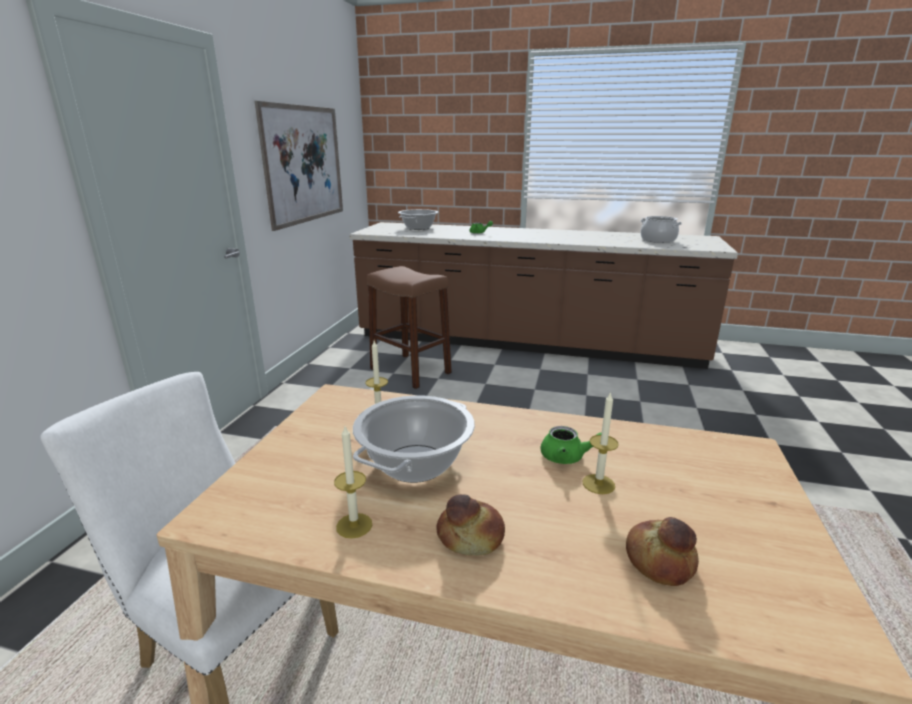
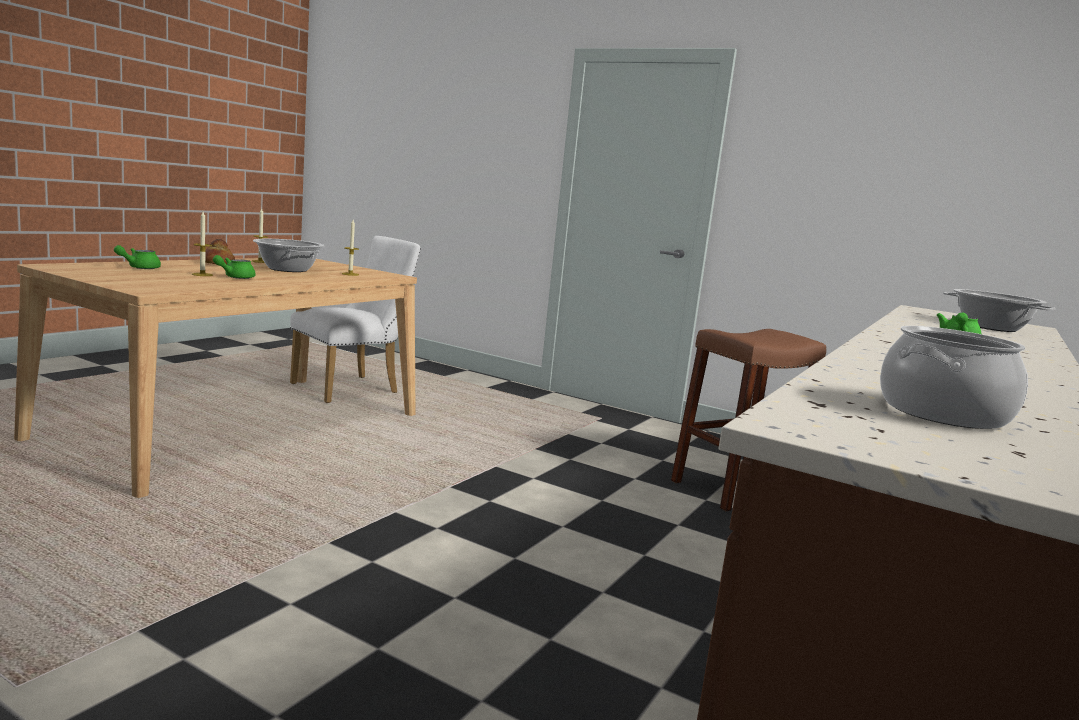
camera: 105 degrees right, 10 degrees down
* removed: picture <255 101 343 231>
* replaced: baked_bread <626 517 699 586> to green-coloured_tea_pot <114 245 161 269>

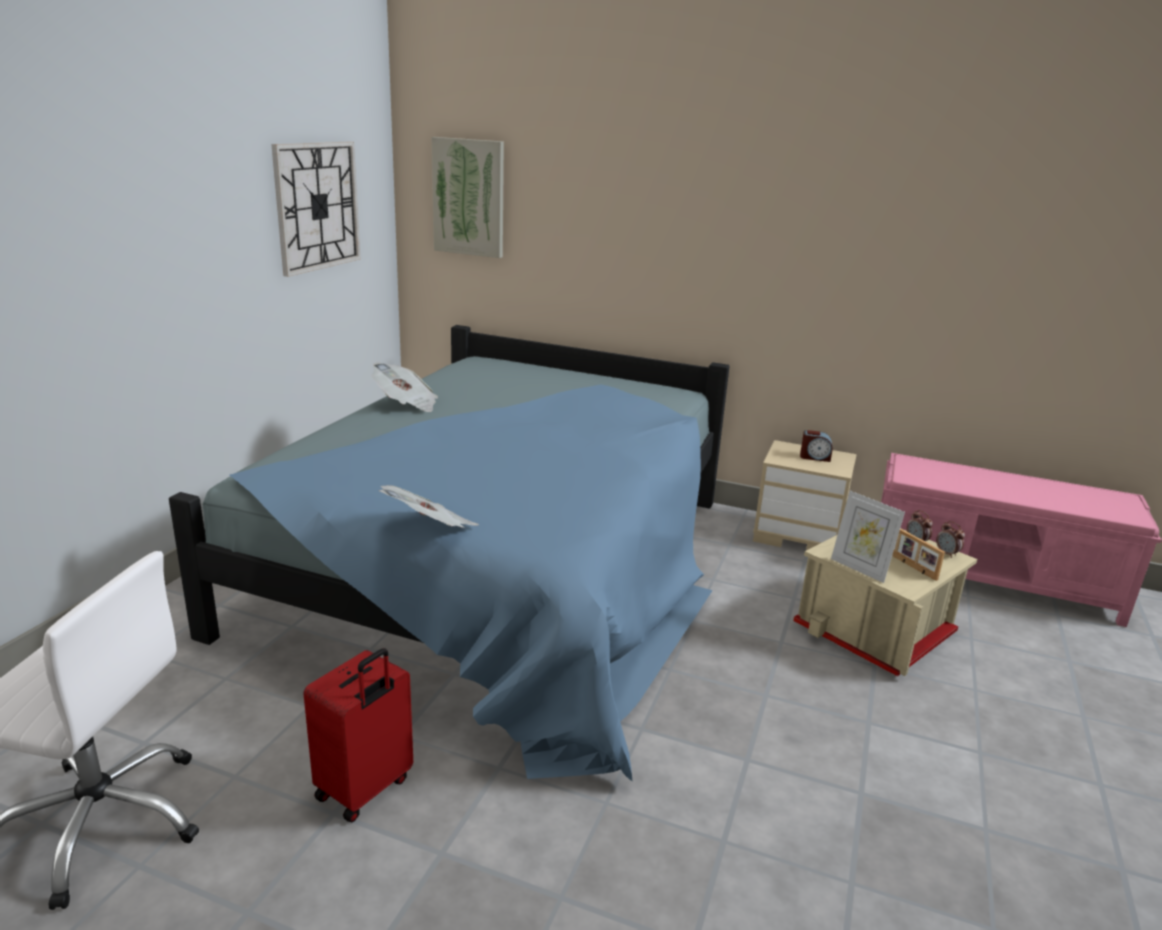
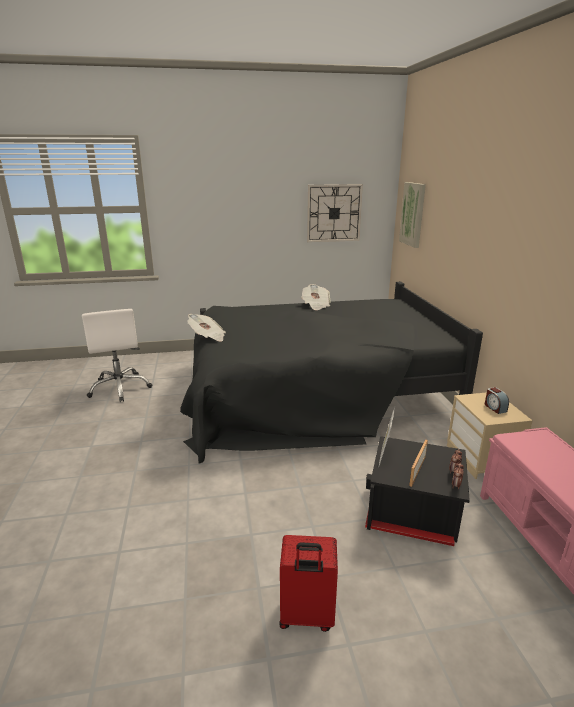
camera: 60 degrees right, 0 degrees up
* recoloured: blue-coloured_sleeping_bed <169 325 730 782> to black_sleeping_bed <180 282 483 463>
* moved: red-coloured_piece_of_luggage <303 648 413 823> to <279 535 338 632>
* recoloured: sand-coloured_storage_bin <793 528 978 676> to black_storage_bin <365 436 470 546>

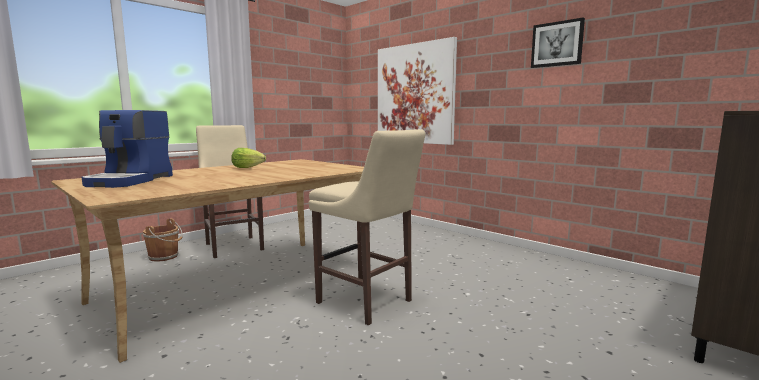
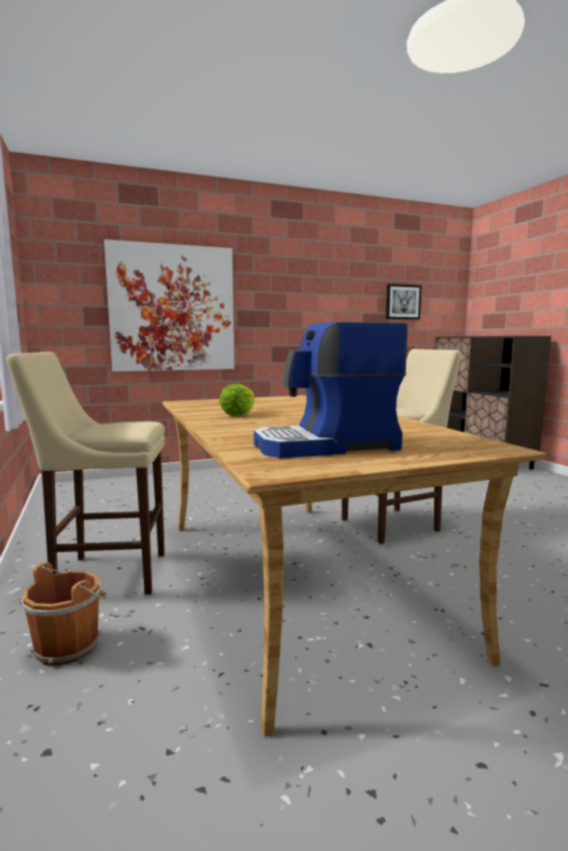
camera: 65 degrees left, 0 degrees up
* turned: coffee_machine <82 110 173 188> = <254 322 408 458> 135 degrees clockwise
* moved: picture <531 17 585 68> to <386 284 422 320>

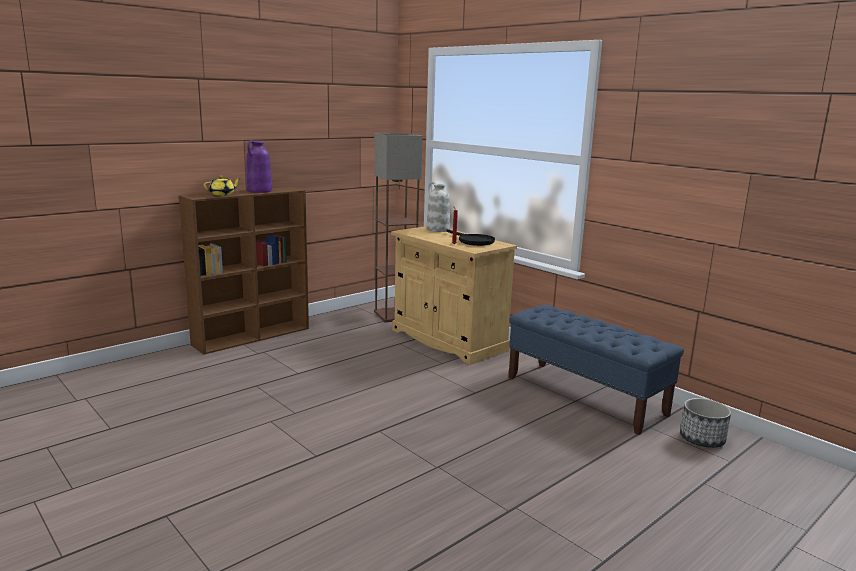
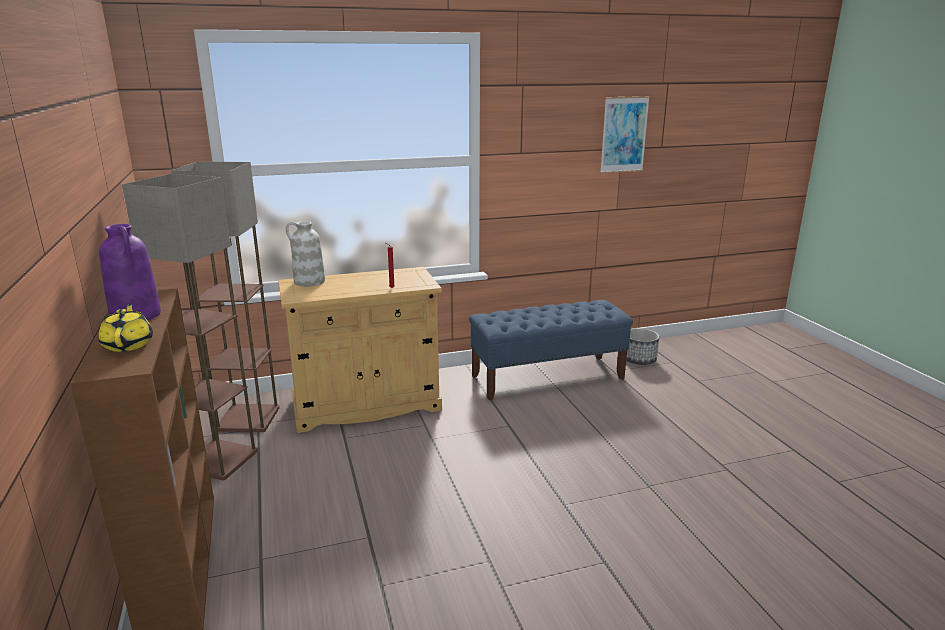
camera: 65 degrees left, 5 degrees up
* removed: black_frying_pan <446 229 495 246>
* added: floor_lamp <122 174 258 480>
* added: picture <600 96 650 173>

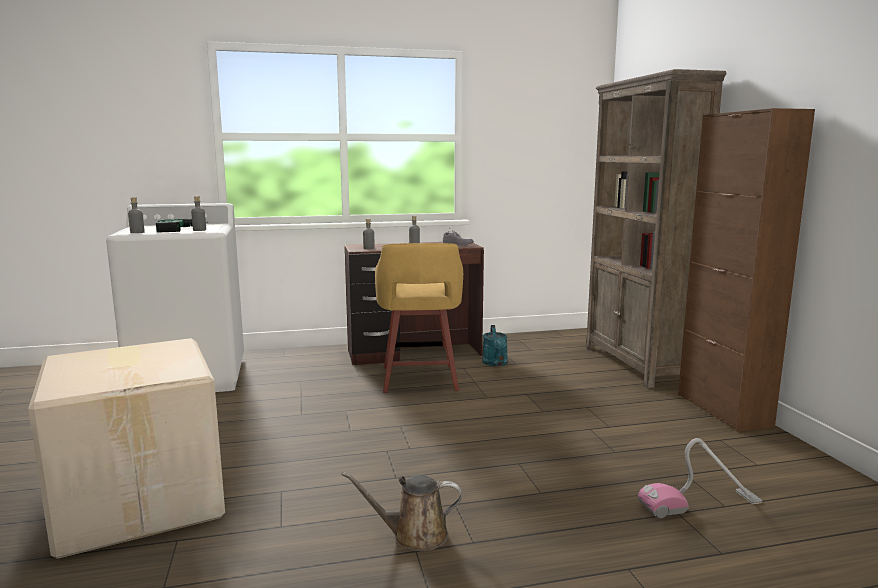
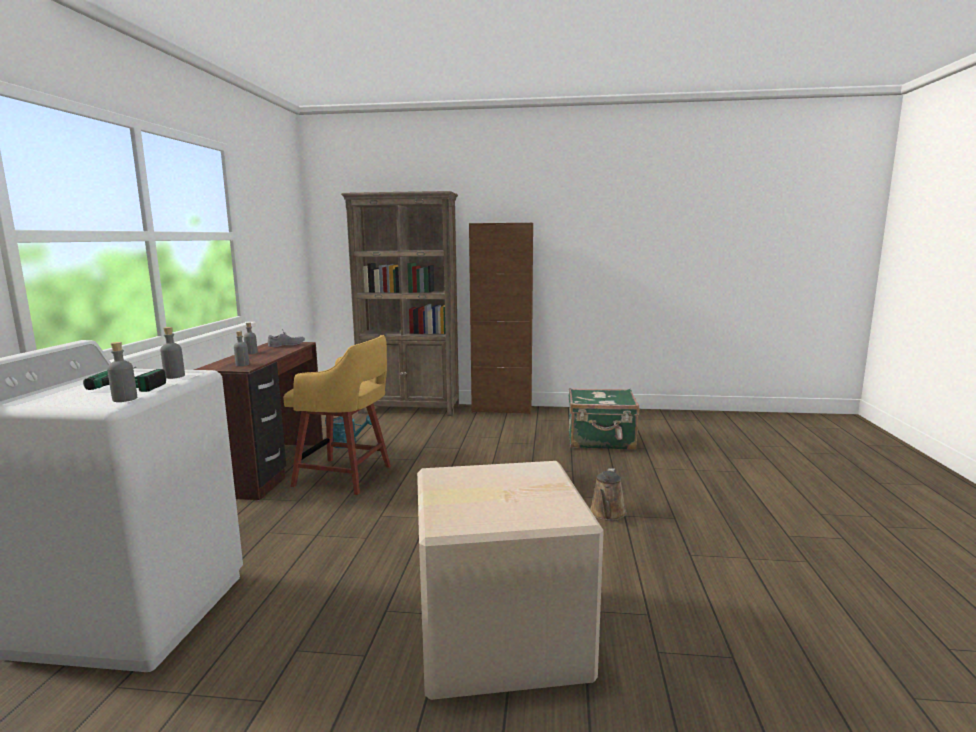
camera: 70 degrees left, 0 degrees up
* replaced: hoover <638 438 762 518> to green-coloured_piece_of_luggage <569 388 639 450>

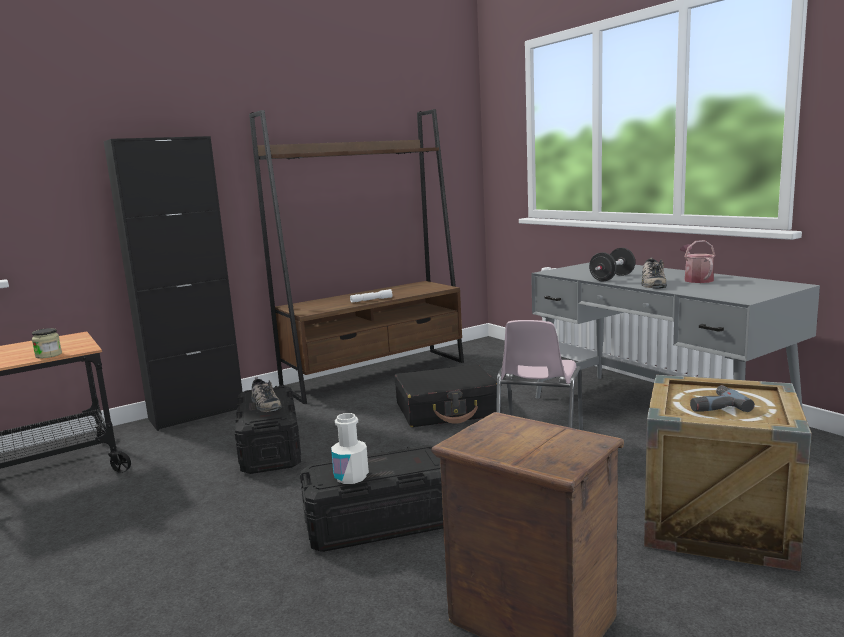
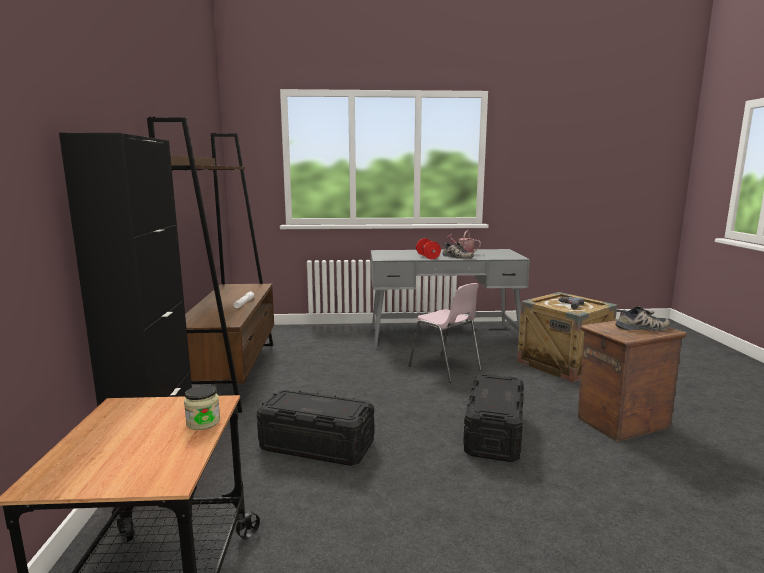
camera: 60 degrees left, 0 degrees up
* moved: shoe <252 377 282 412> to <616 306 670 331>
* removed: whitish_beverage_bottle <331 413 369 484>
* removed: black_piece_of_luggage <394 364 497 427>
* recoloured: black_free_weight <589 248 635 282> to red-coloured_free_weight <416 238 441 259>

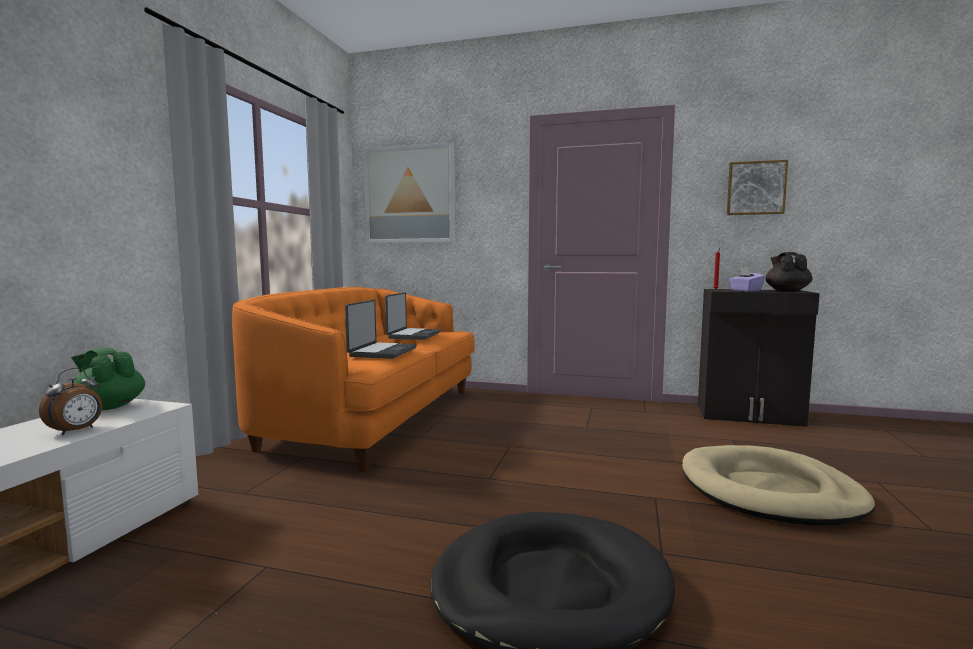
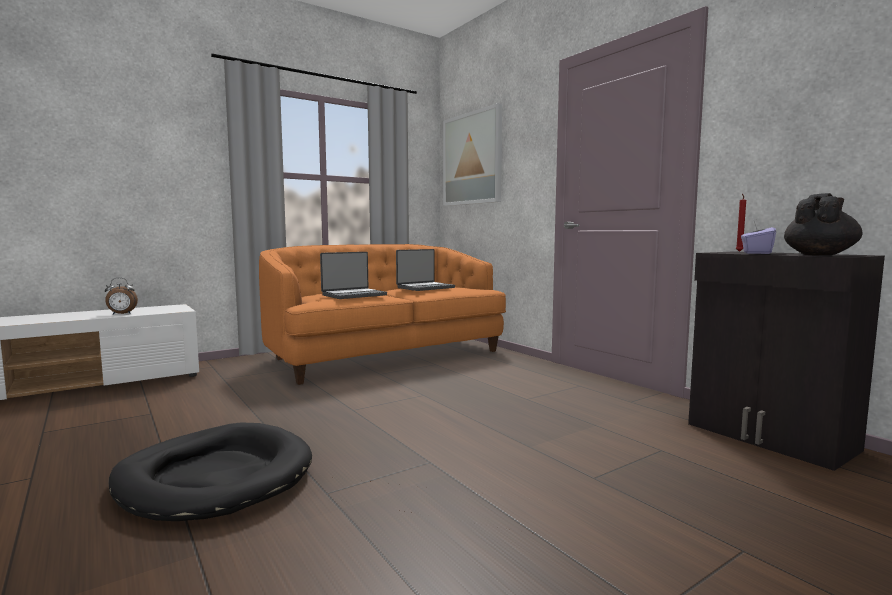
camera: 40 degrees right, 0 degrees up
* removed: green-coloured_tea_pot <71 347 145 410>
* removed: sand-coloured_dog_bed <682 445 875 525>
* removed: picture <727 160 788 215>

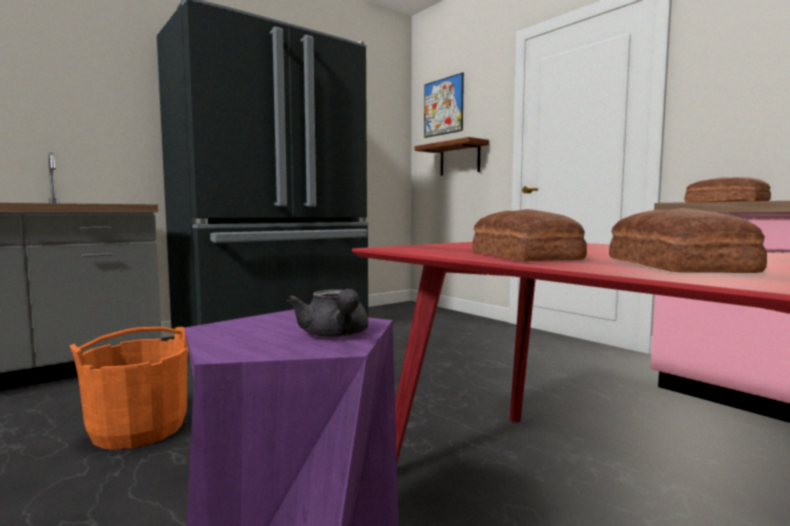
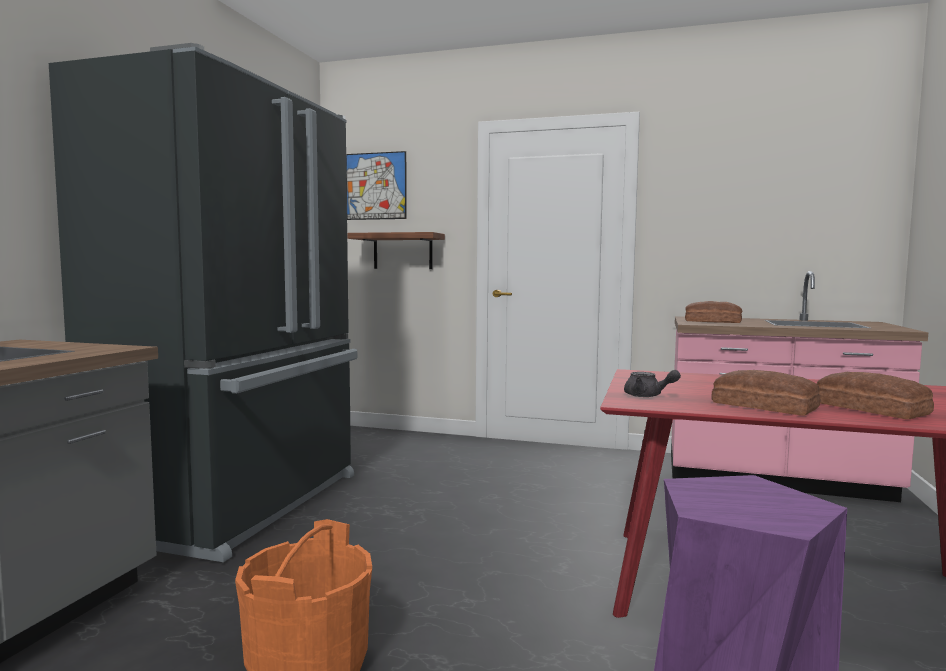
camera: 35 degrees left, 0 degrees up
* moved: greyish_tea_pot <287 289 369 337> to <624 370 681 397>

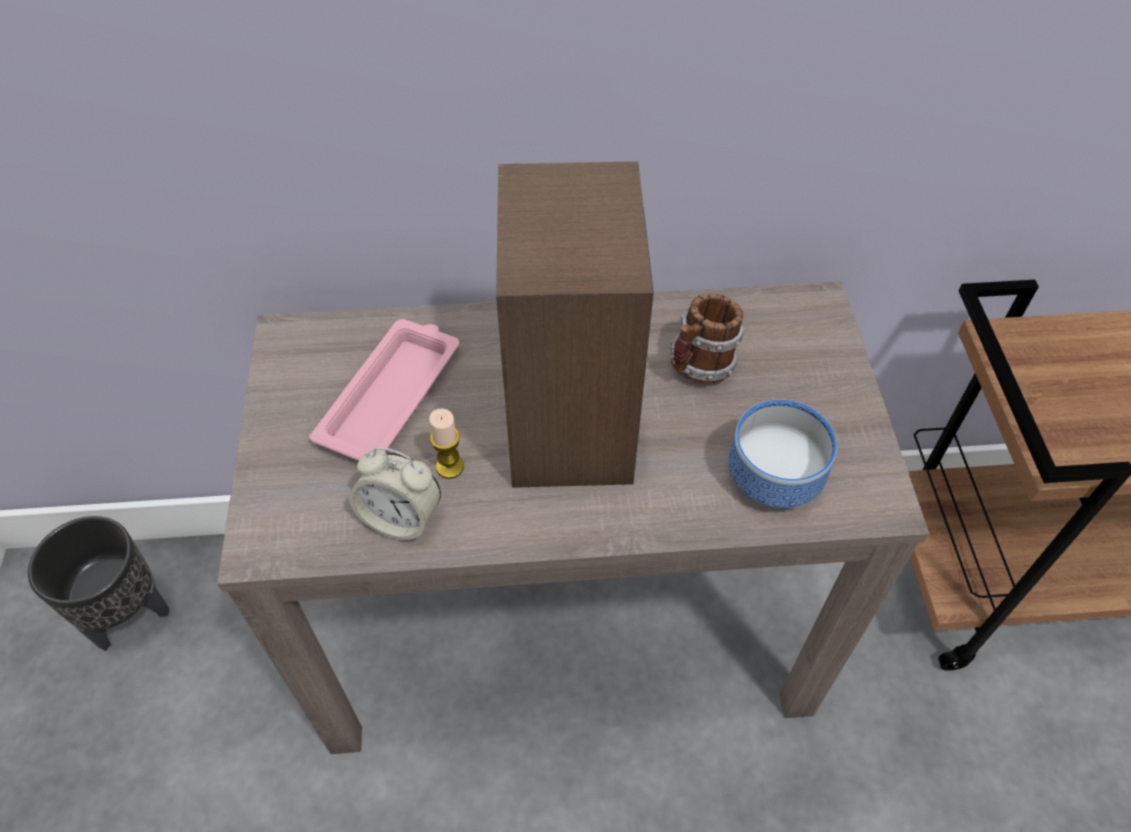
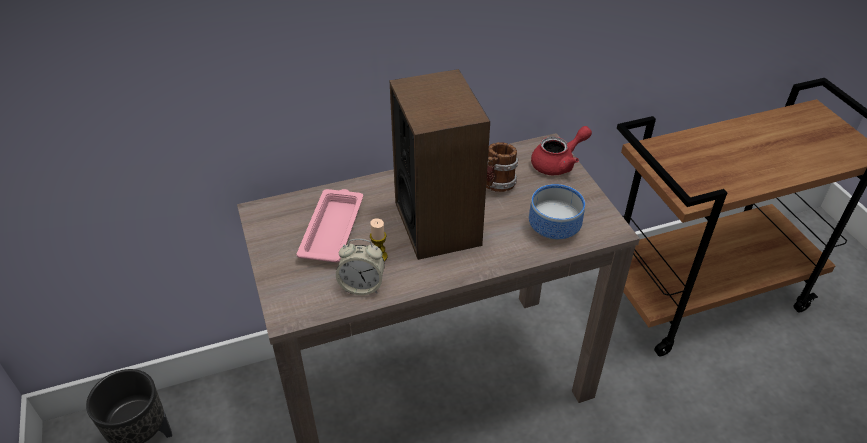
camera: 15 degrees left, 10 degrees down
* added: red-coloured_tea_pot <531 126 592 175>

